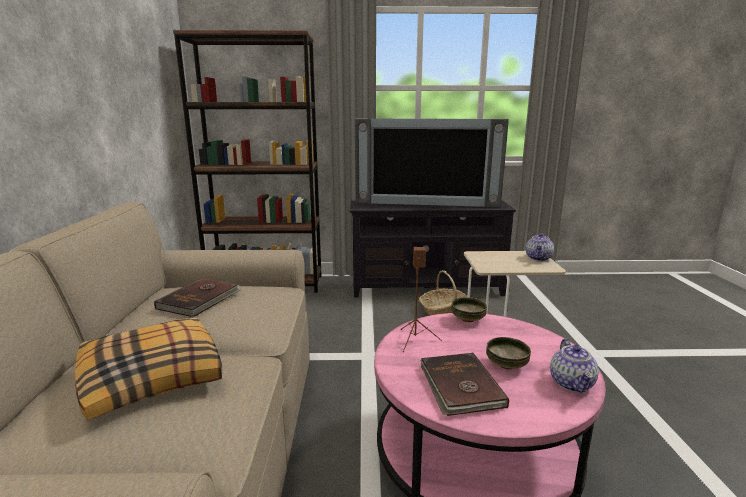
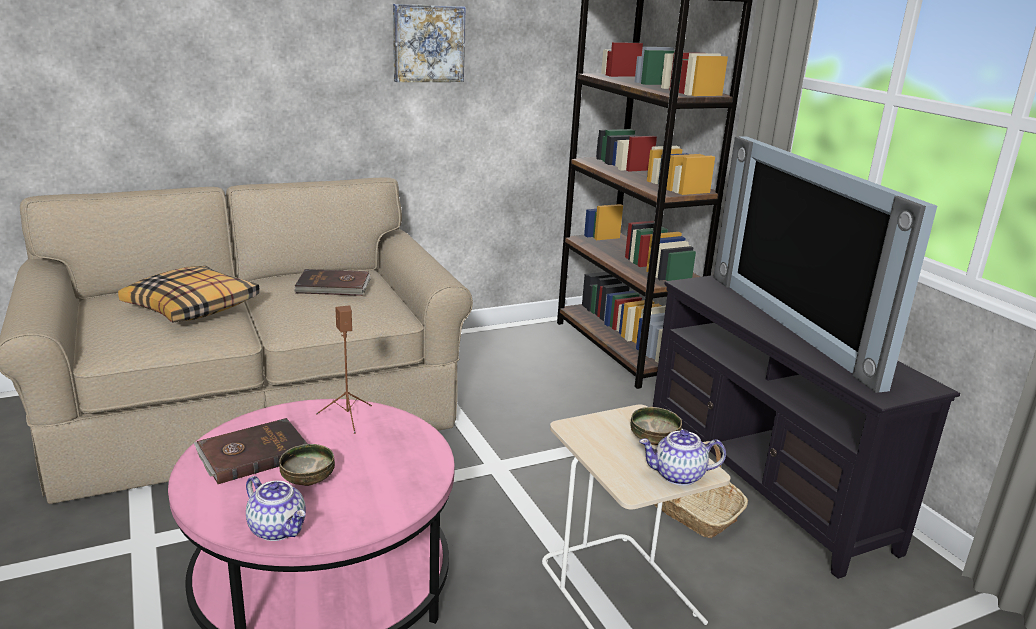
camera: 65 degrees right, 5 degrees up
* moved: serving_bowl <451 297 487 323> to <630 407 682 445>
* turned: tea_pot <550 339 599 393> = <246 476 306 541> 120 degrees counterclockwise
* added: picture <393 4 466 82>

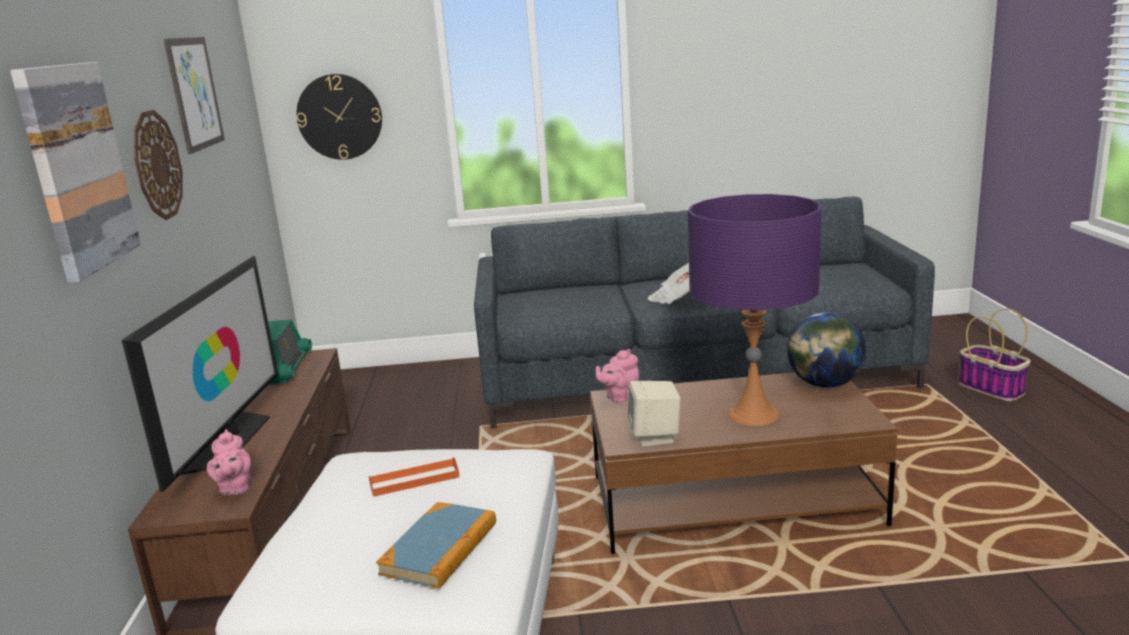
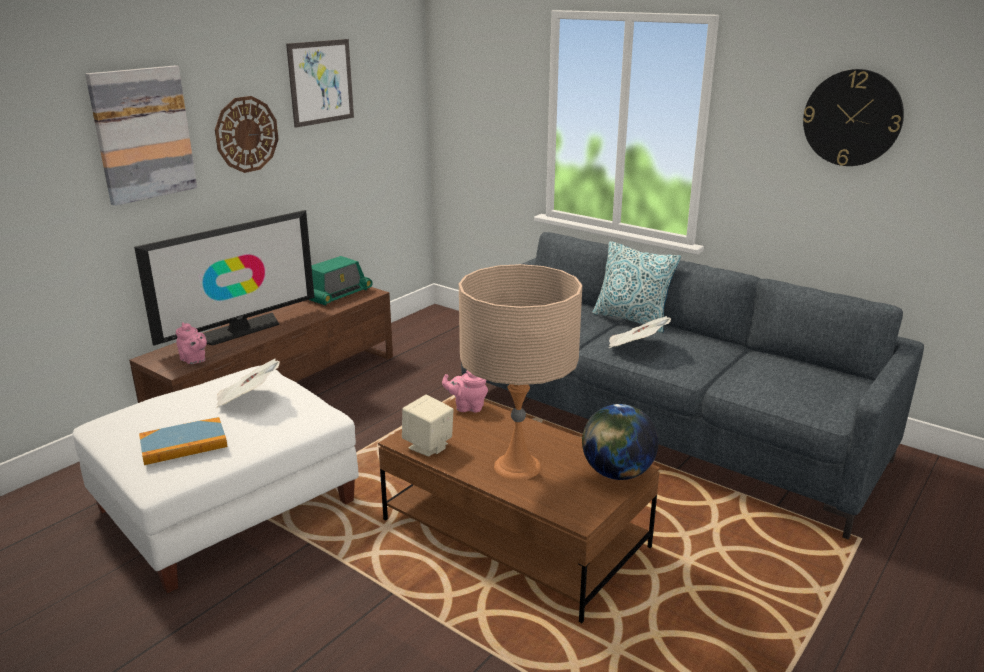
camera: 40 degrees right, 5 degrees up
* turned: pinkish_tea_pot <207 429 251 495> = <176 322 207 364> 75 degrees counterclockwise
* moved: clock_on_the_wall <296 74 382 160> to <803 69 904 166>
* replaced: orange-coloured_serving_tray <369 458 459 497> to newspaper <216 359 280 408>
* recoloured: purple_tabletop_lamp <688 194 821 426> to sand-coloured_tabletop_lamp <459 264 582 480>
* removed: basket <959 308 1031 401>
* added: throw_pillow <592 241 681 333>

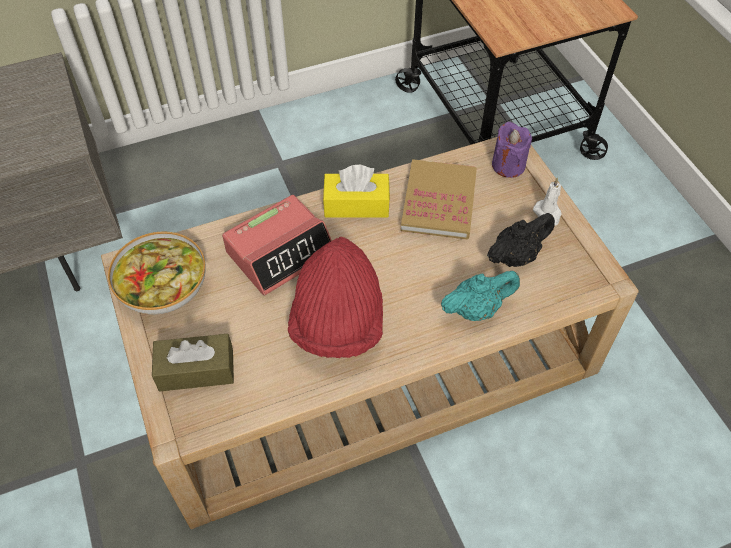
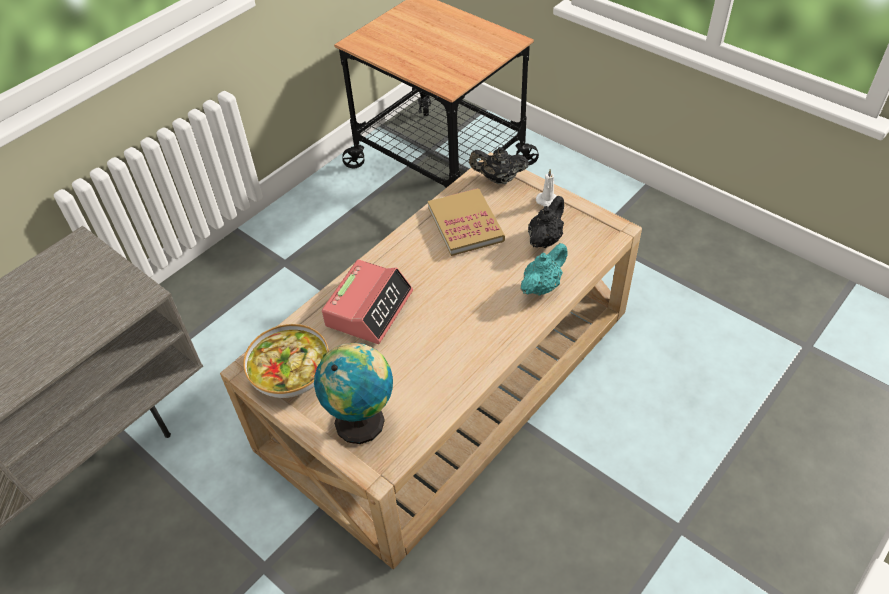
camera: 25 degrees left, 5 degrees down
* replaced: brown-coloured_tissue_box <152 334 234 392> to world_globe <314 343 393 444>
* removed: red-coloured_hat <288 237 383 358>
* removed: yellow_tissue_box <323 165 390 217>
* replaced: purple_candle <492 121 532 178> to black_tea_pot <469 147 529 184>

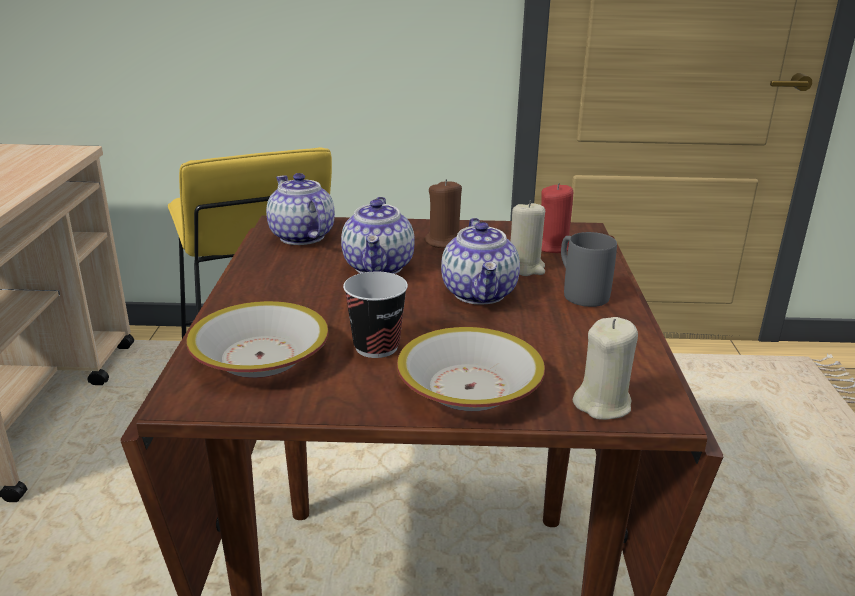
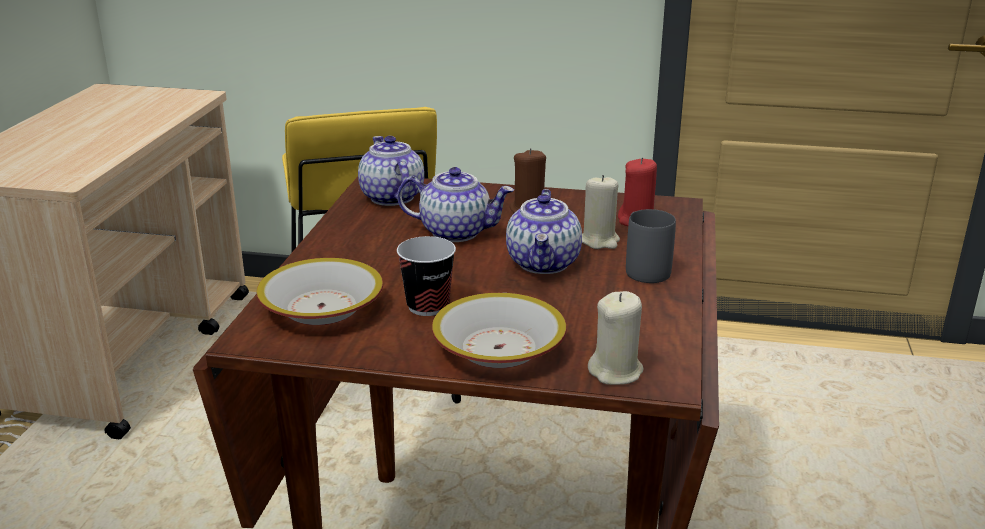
camera: 10 degrees right, 0 degrees up
* turned: tea_pot <341 197 415 274> = <397 167 514 242> 90 degrees counterclockwise

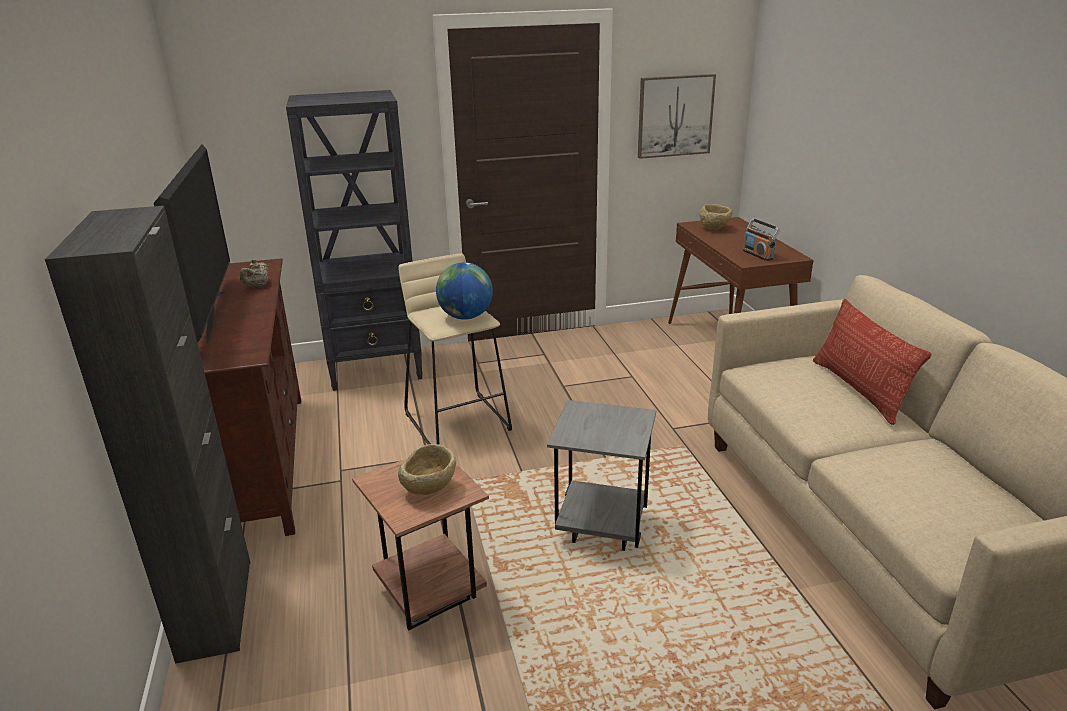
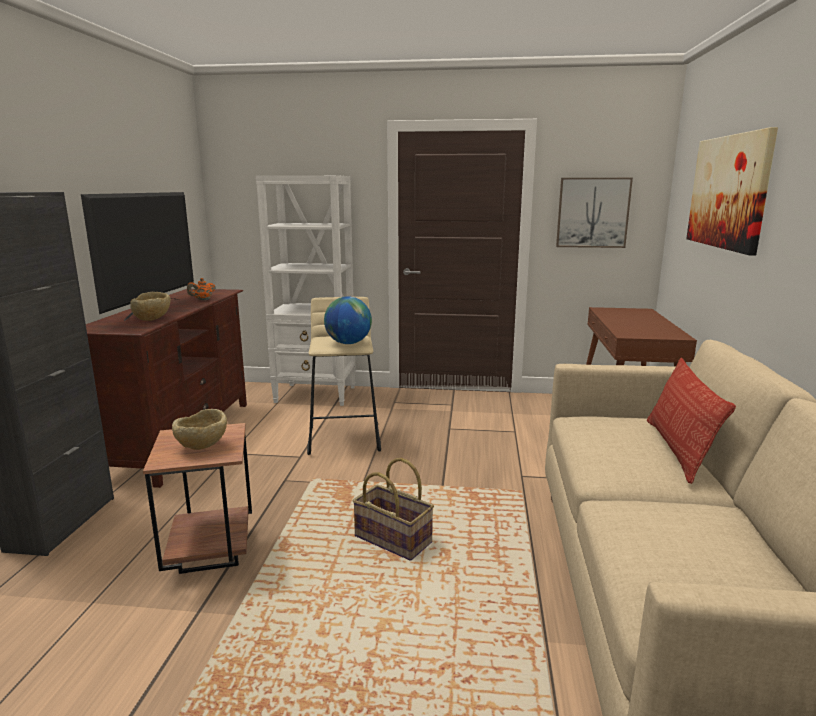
camera: 20 degrees right, 10 degrees down
* recoloured: sand-coloured_tea_pot <240 259 268 288> to orange-coloured_tea_pot <187 278 216 300>
* recoloured: black_bookcase <286 90 423 391> to whitish_bookcase <256 175 355 406>
* replaced: greyish_accent_table <547 400 656 551> to basket <353 458 434 560>
* moved: sand-coloured_serving_bowl <699 204 732 230> to <130 292 171 321>
* removed: radio <743 218 780 261>
* added: picture <686 127 778 256>

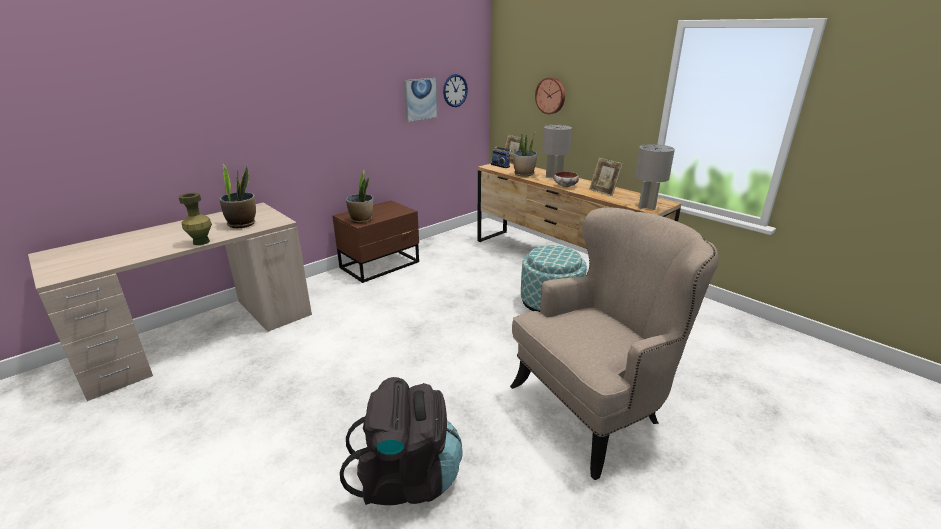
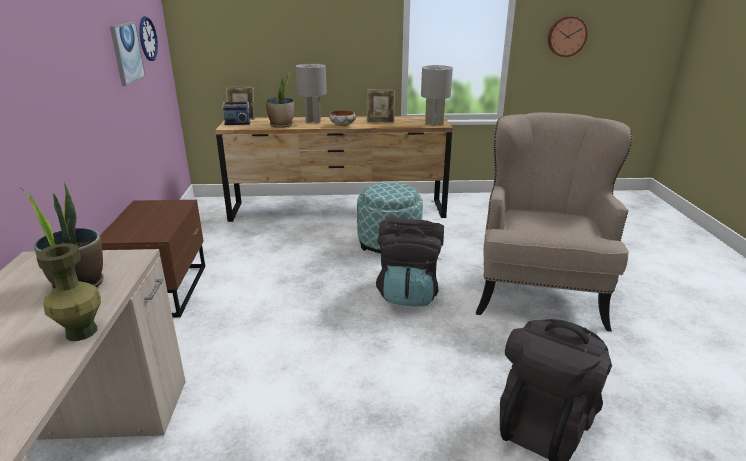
camera: 50 degrees left, 0 degrees up
* removed: houseplant <346 170 373 223>
* moved: clock_on_the_wall <535 77 565 114> to <548 16 588 57>
* added: black_knapsack <376 217 444 306>

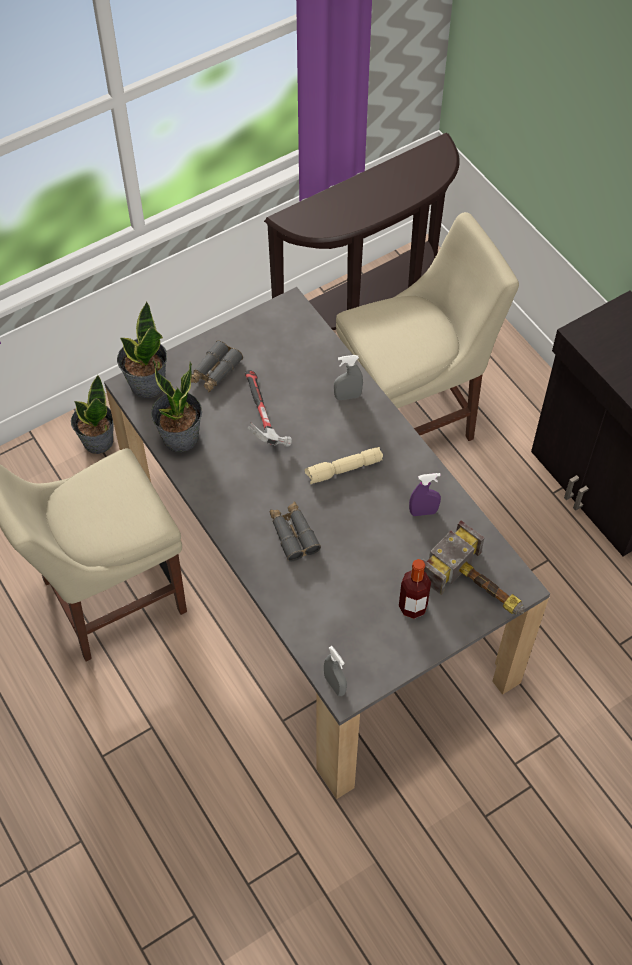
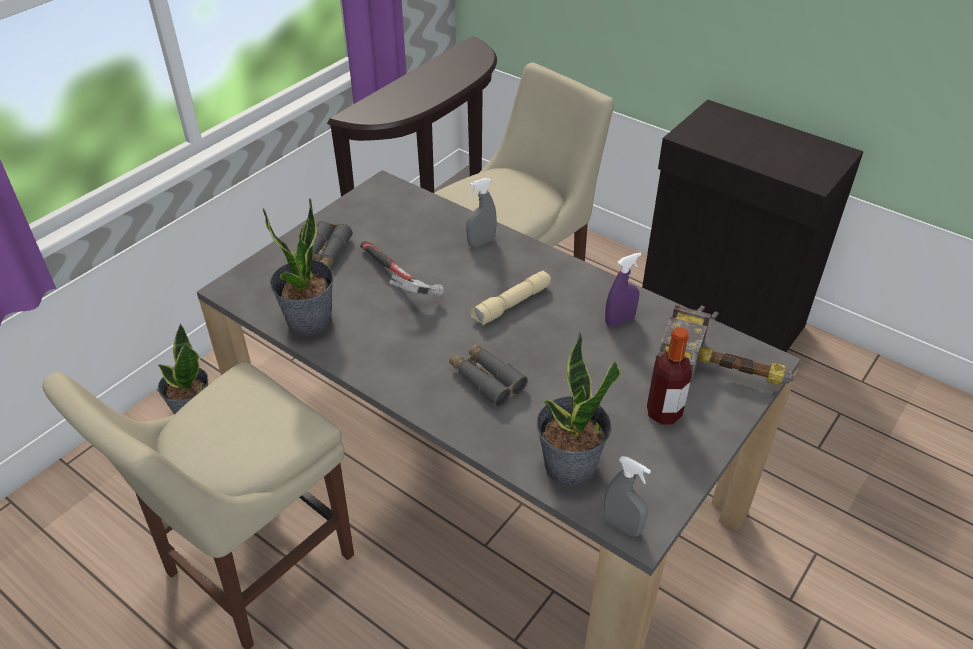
camera: 20 degrees left, 15 degrees down
* moved: houseplant <117 301 167 398> to <536 332 621 486>

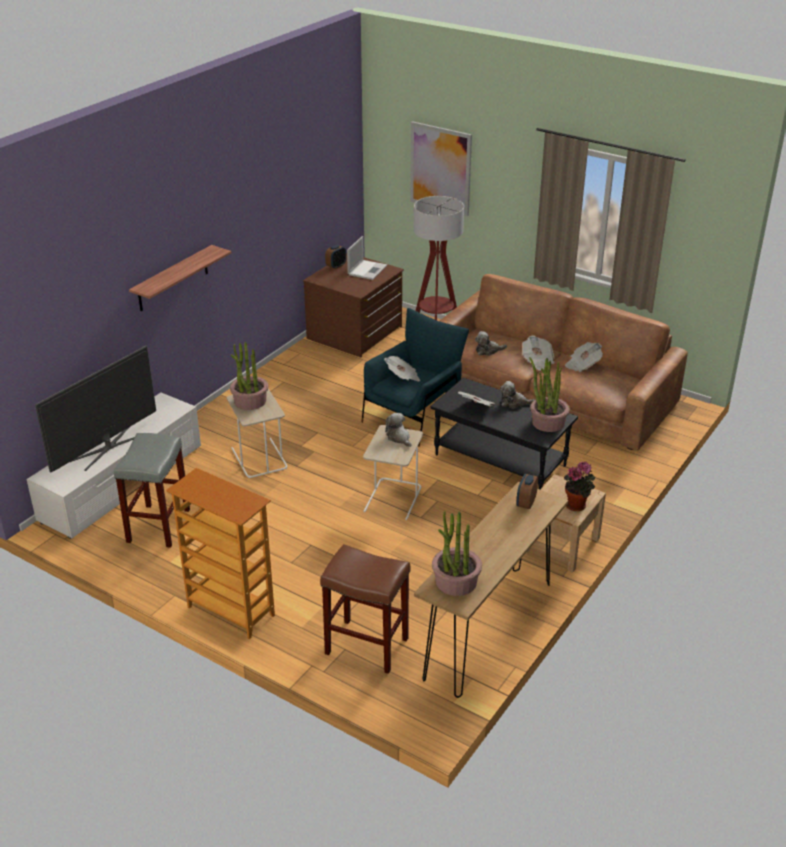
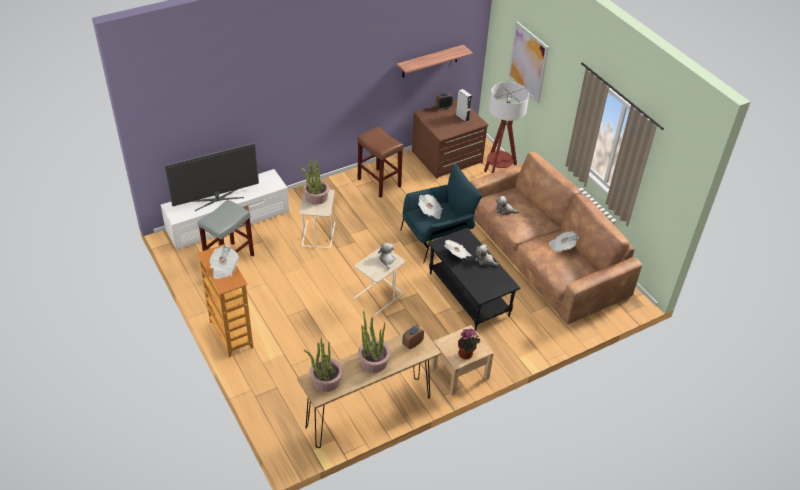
camera: 25 degrees right, 10 degrees up
* moved: bracket_shelf <129 245 231 311> to <397 45 473 78>
* moved: brown-coloured_stool <320 544 410 674> to <357 127 404 198>
* replaced: laptop <347 236 387 280> to greyish_audio_speaker <456 89 472 122>
* moved: newspaper <522 336 555 371> to <209 245 239 279>
* moved: houseplant <529 357 570 432> to <358 310 391 373>

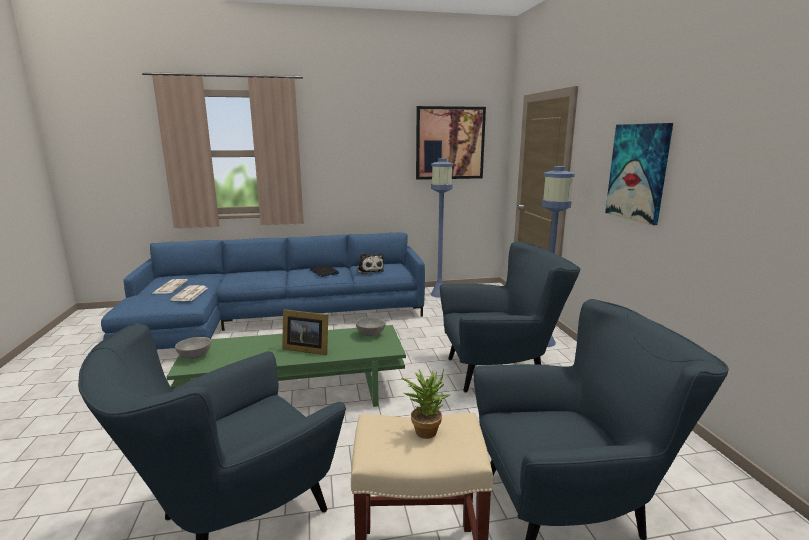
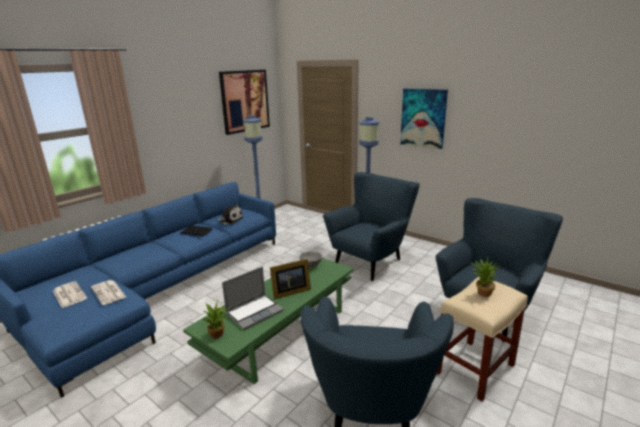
camera: 40 degrees left, 5 degrees up
* replaced: greyish_serving_bowl <175 337 211 359> to houseplant <203 299 231 338>
* added: laptop <222 267 284 330>

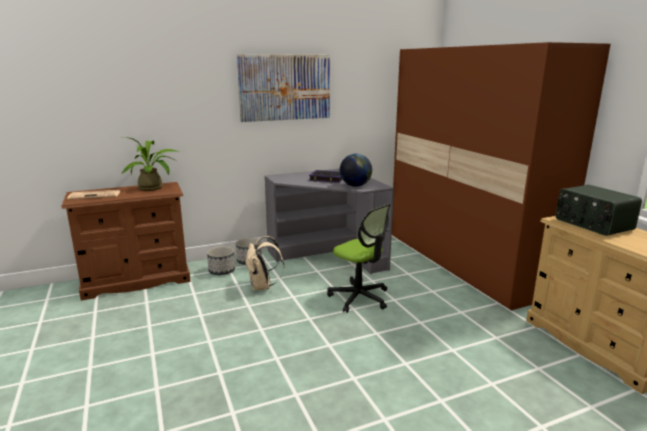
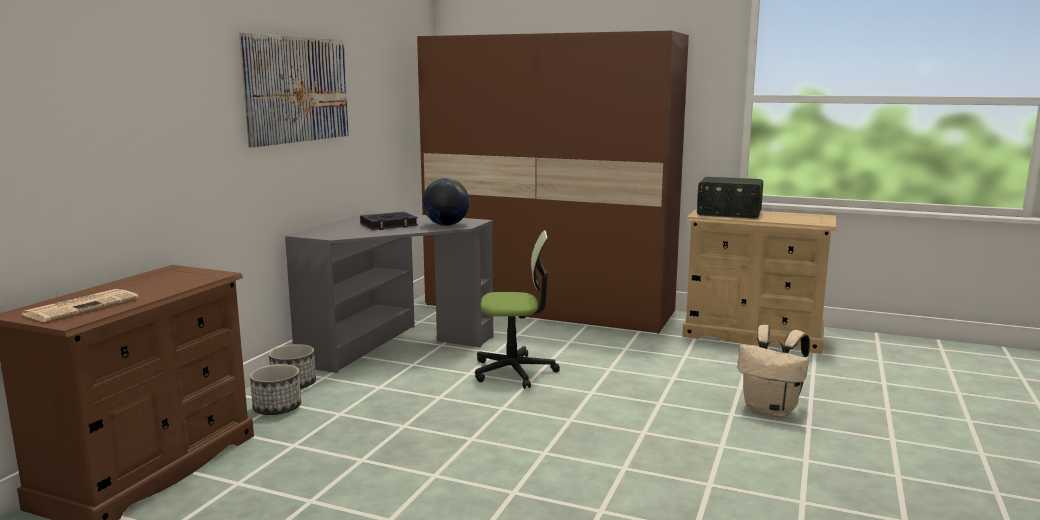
camera: 45 degrees left, 5 degrees down
* removed: houseplant <121 137 180 191>
* moved: sand-coloured_knapsack <246 236 284 291> to <737 325 810 418>

